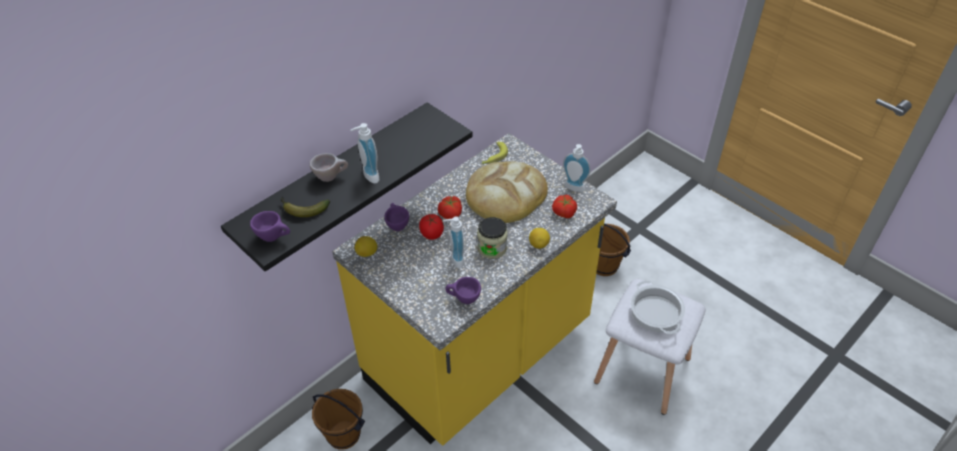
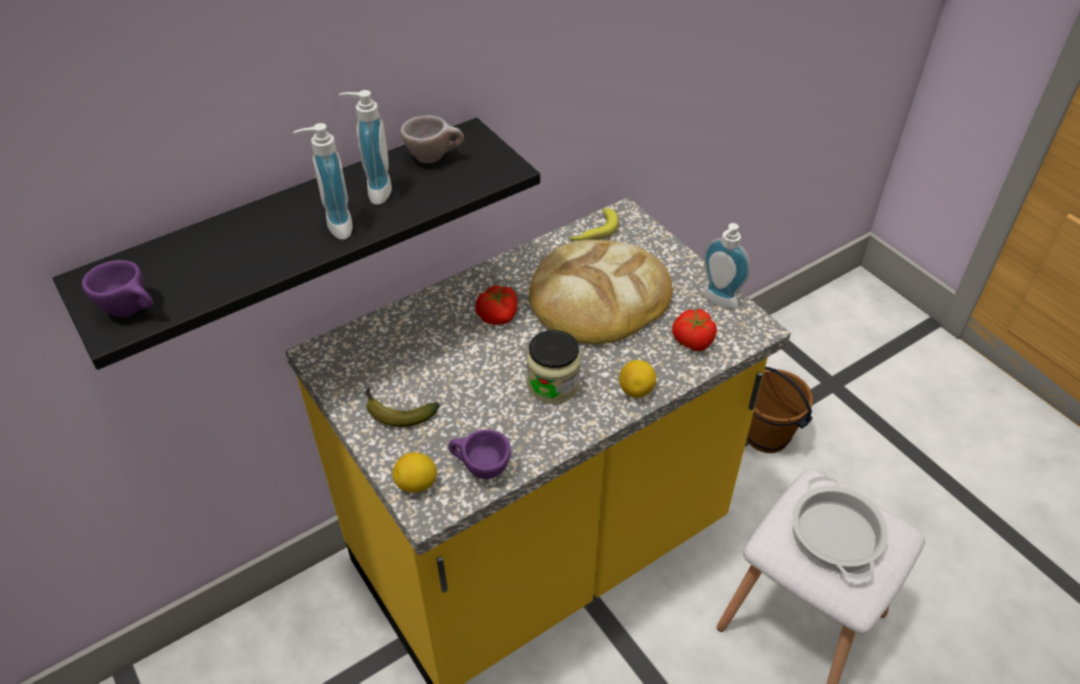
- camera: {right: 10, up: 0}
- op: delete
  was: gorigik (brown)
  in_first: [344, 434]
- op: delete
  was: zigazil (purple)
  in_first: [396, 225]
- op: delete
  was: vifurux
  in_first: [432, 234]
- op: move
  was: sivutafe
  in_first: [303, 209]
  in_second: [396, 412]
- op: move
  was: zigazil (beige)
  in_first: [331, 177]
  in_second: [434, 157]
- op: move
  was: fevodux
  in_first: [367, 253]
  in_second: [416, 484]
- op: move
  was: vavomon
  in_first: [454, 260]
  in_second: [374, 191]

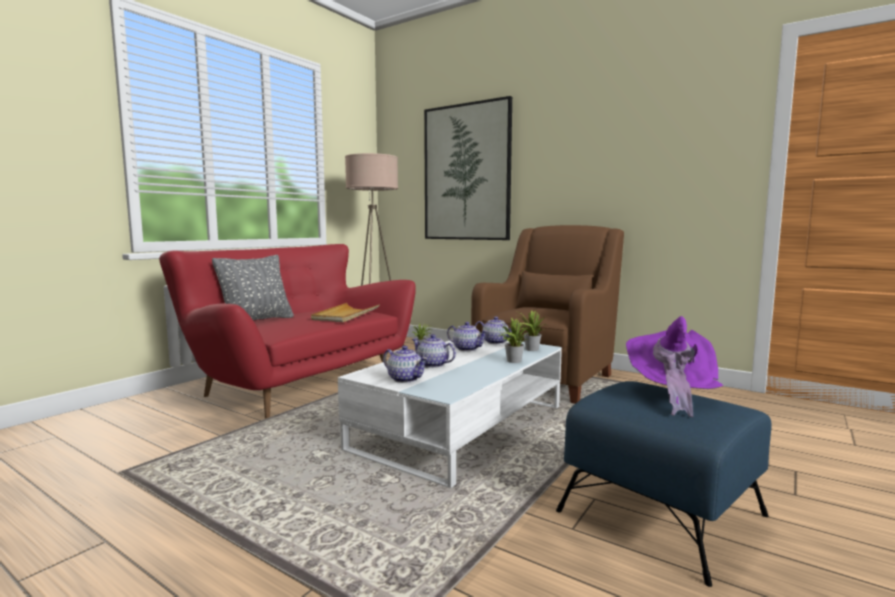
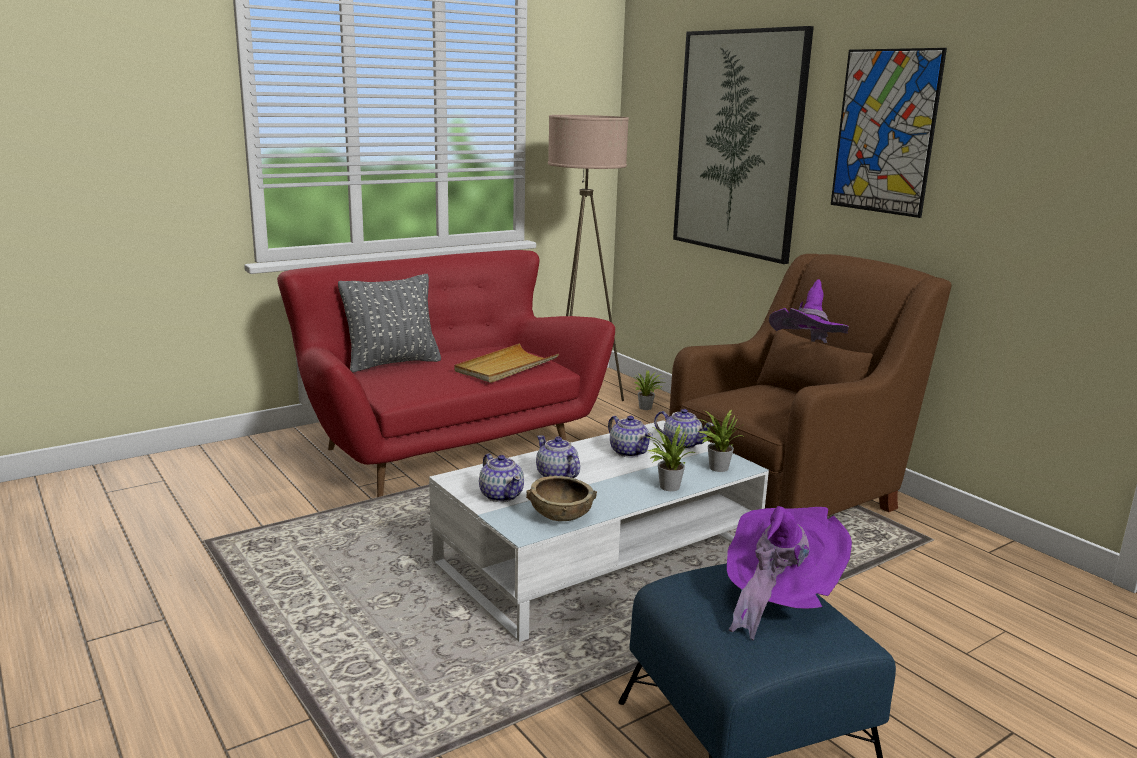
- camera: {right: 20, up: 10}
- op: insert
  now: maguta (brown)
  in_second: [560, 515]
- op: insert
  now: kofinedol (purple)
  in_second: [807, 354]
- op: insert
  now: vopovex
  in_second: [885, 132]

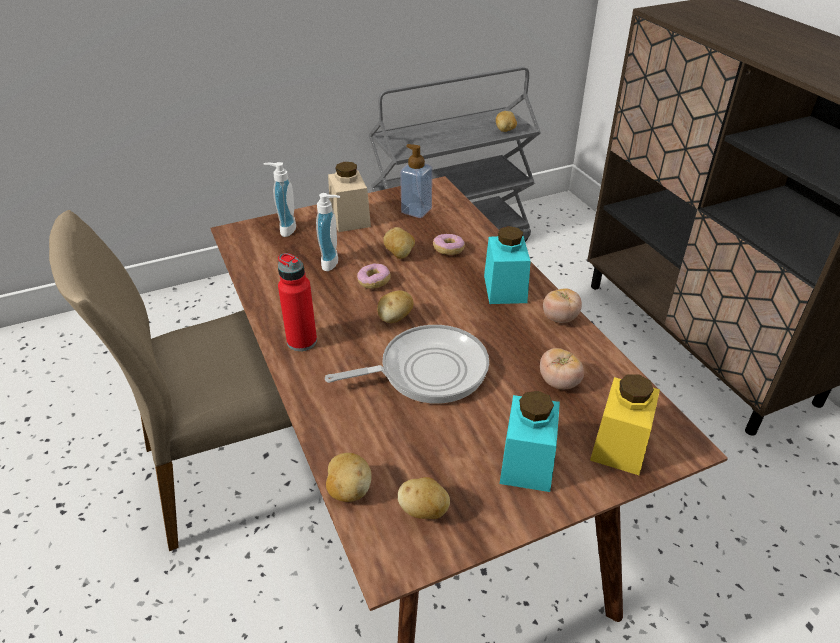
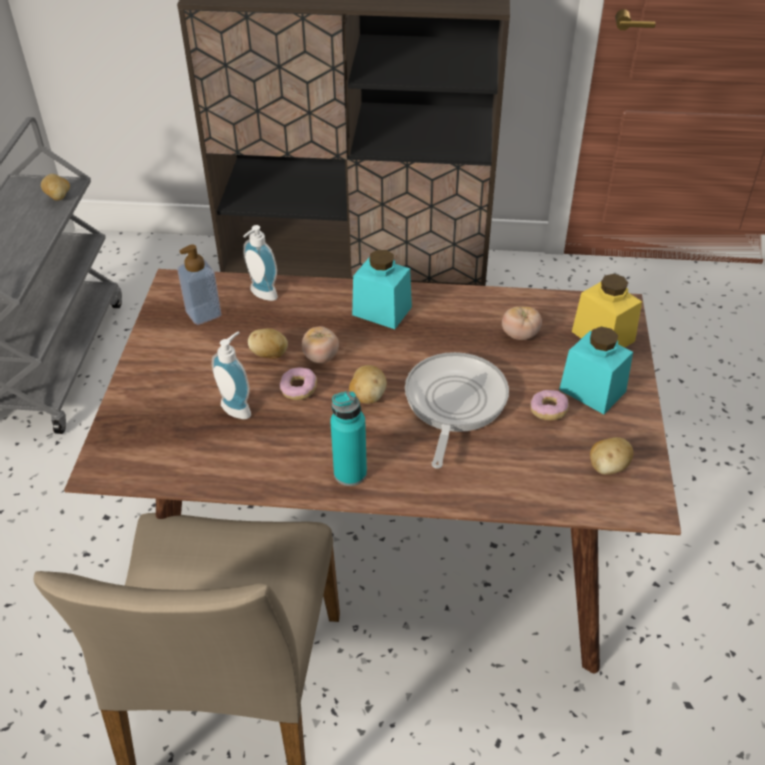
- camera: {right: -60, up: 5}
- op: delete
  was: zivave
  in_first: [348, 490]
- op: delete
  was: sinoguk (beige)
  in_first: [350, 219]
- op: move
  was: vavomon
  in_first: [284, 229]
  in_second: [261, 295]
- op: move
  was: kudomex
  in_first: [448, 250]
  in_second: [548, 411]
- op: move
  was: vifurux
  in_first: [560, 318]
  in_second: [321, 357]
- op: recolor
  was: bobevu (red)
  now: bobevu (turquoise)
  in_first: [302, 341]
  in_second: [350, 473]

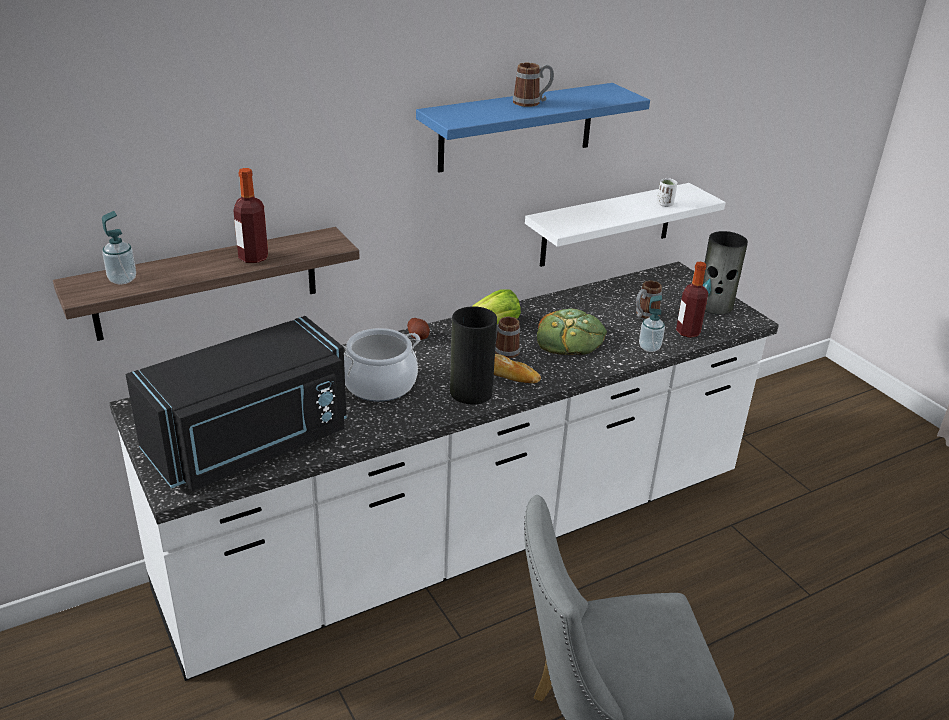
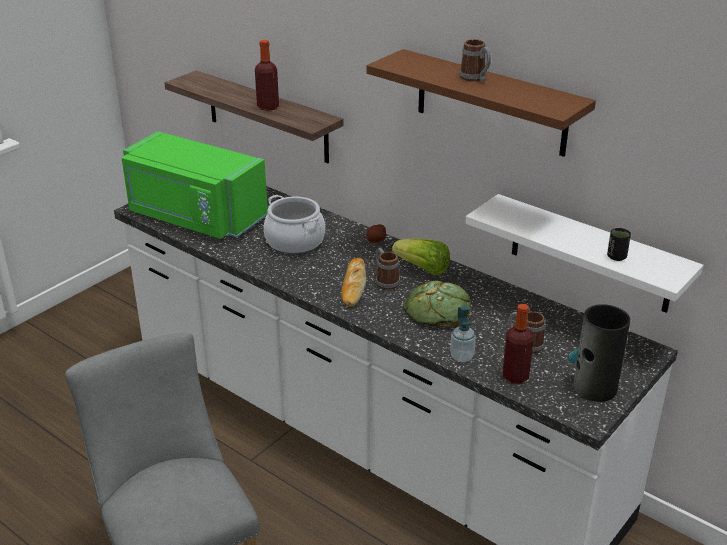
- camera: {right: 70, up: 0}
- op: delete
  was: vavomon
  in_first: [122, 279]
- op: delete
  was: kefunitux
  in_first: [470, 391]
- op: recolor
  was: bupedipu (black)
  now: bupedipu (green)
  in_first: [251, 443]
  in_second: [194, 217]
- op: recolor
  was: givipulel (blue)
  now: givipulel (brown)
  in_first: [517, 127]
  in_second: [491, 103]
- op: recolor
  was: zigazil (white)
  now: zigazil (black)
  in_first: [665, 204]
  in_second: [616, 257]

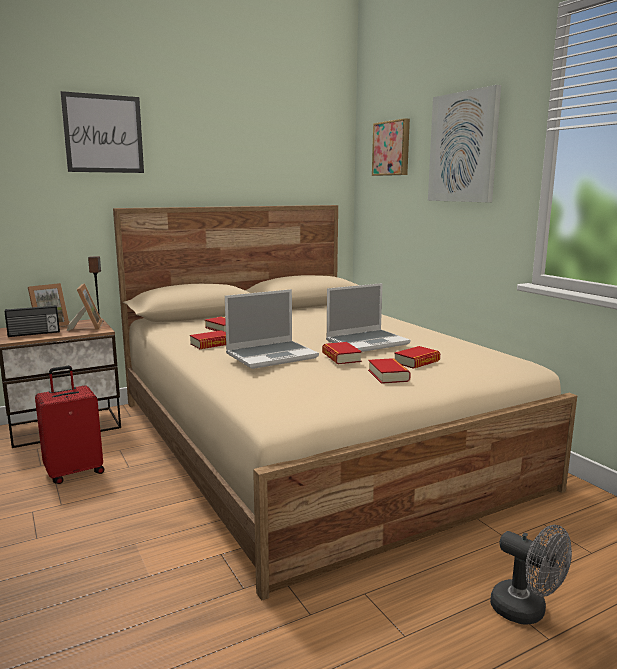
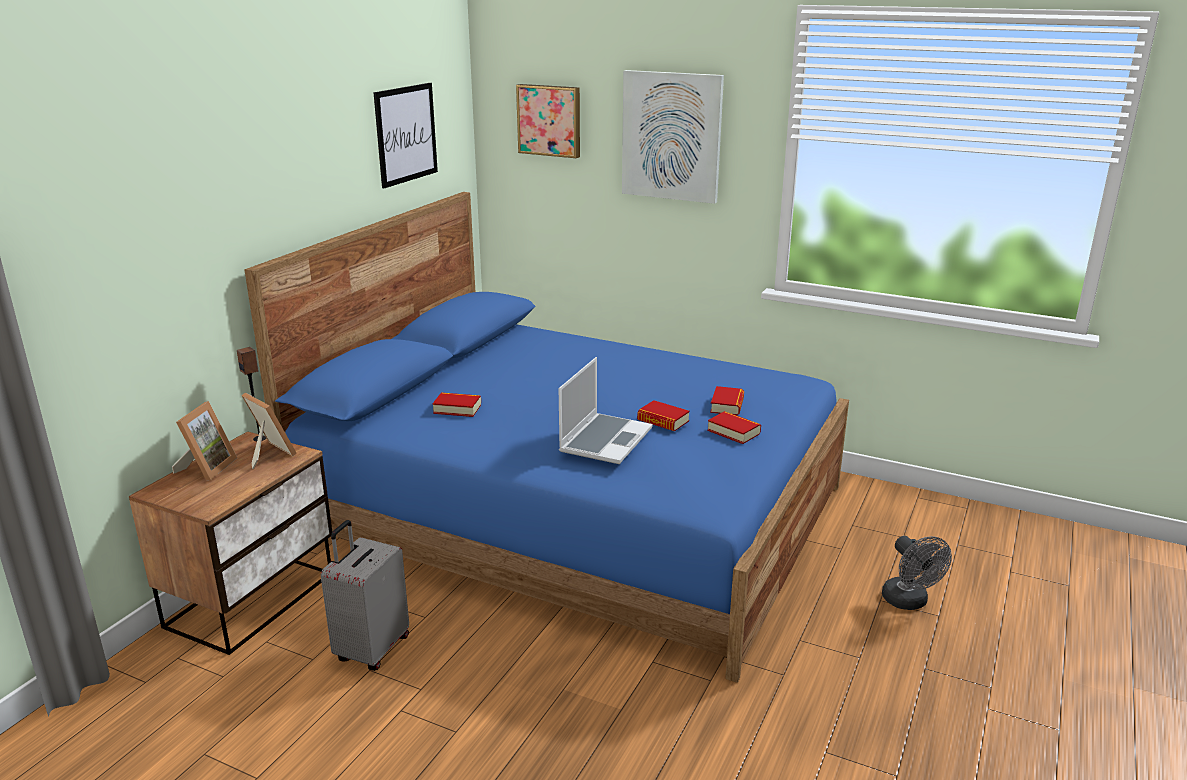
- camera: {right: -35, up: 10}
- op: delete
  was: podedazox
  in_first: [34, 333]
- op: delete
  was: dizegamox
  in_first: [211, 344]
- op: delete
  was: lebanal
  in_first: [367, 342]
- op: move
  was: vopovex
  in_first: [103, 134]
  in_second: [406, 134]
- op: recolor
  was: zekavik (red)
  now: zekavik (grey)
  in_first: [74, 472]
  in_second: [371, 649]
- op: recolor
  was: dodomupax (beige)
  now: dodomupax (blue)
  in_first: [311, 440]
  in_second: [574, 511]
- op: rotate
  was: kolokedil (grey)
  in_first: [526, 611]
  in_second: [909, 602]
  clockwise: 60

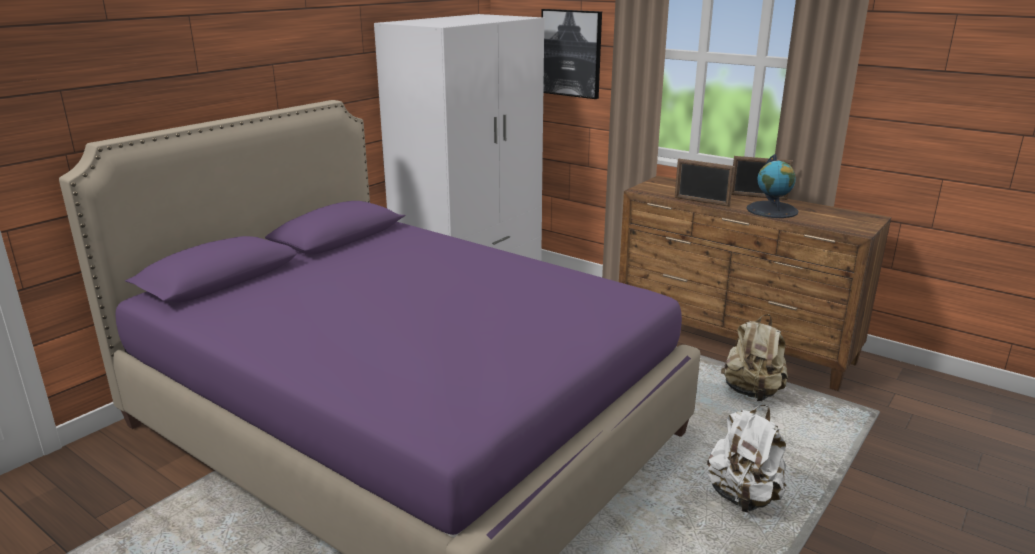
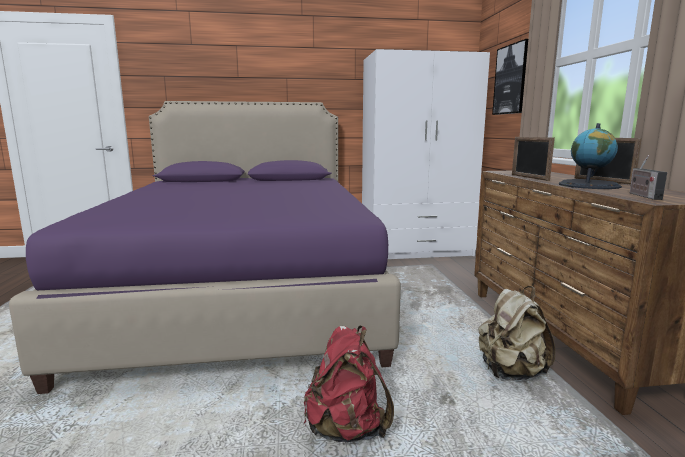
- camera: {right: 45, up: -10}
- op: insert
  now: podedazox
  in_second: [643, 196]
- op: recolor
  was: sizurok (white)
  now: sizurok (red)
  in_first: [743, 497]
  in_second: [346, 429]

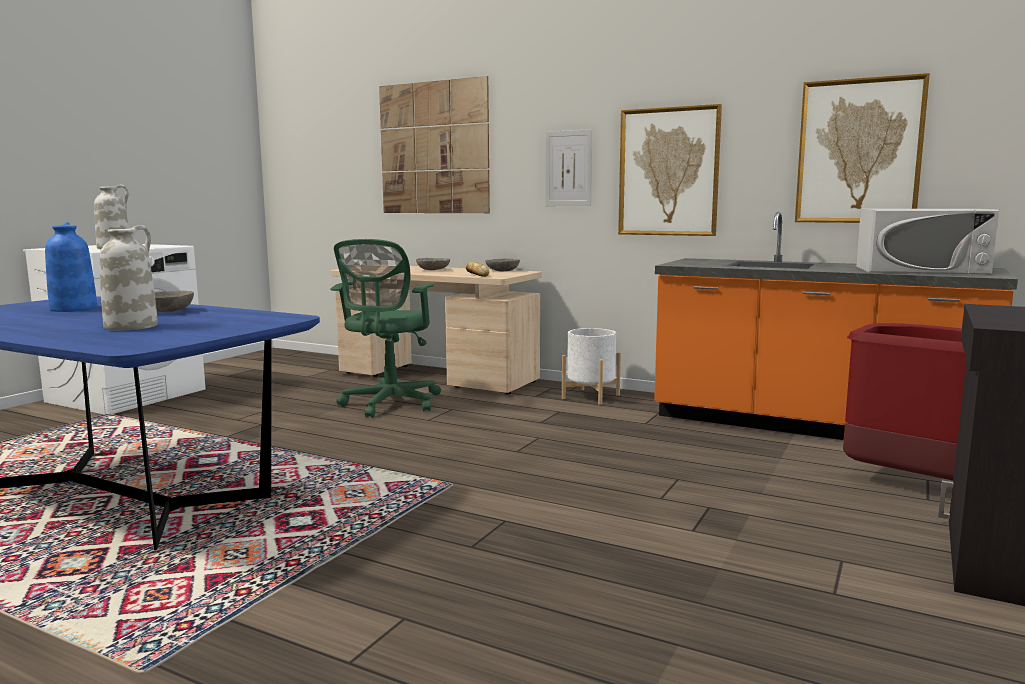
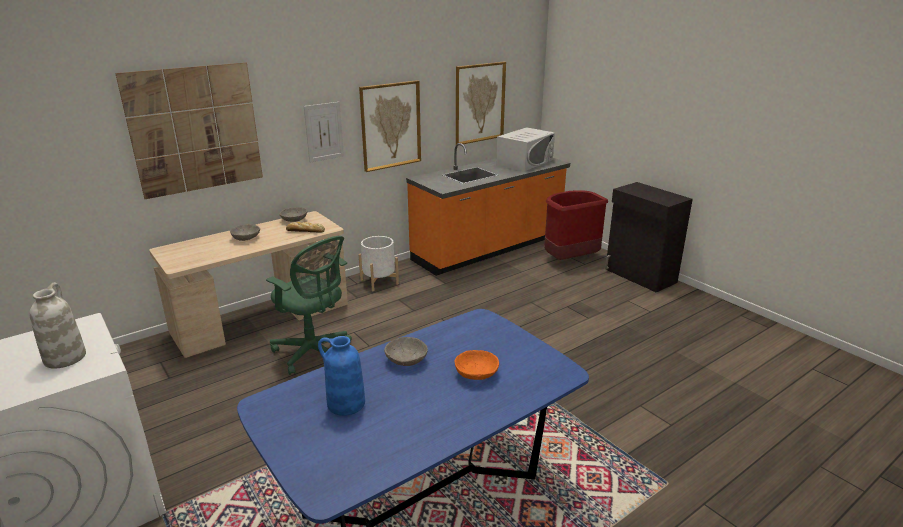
- camera: {right: -65, up: 15}
- op: replace
  was: kefunitux (white)
  now: maguta (orange)
  in_first: [131, 326]
  in_second: [476, 374]

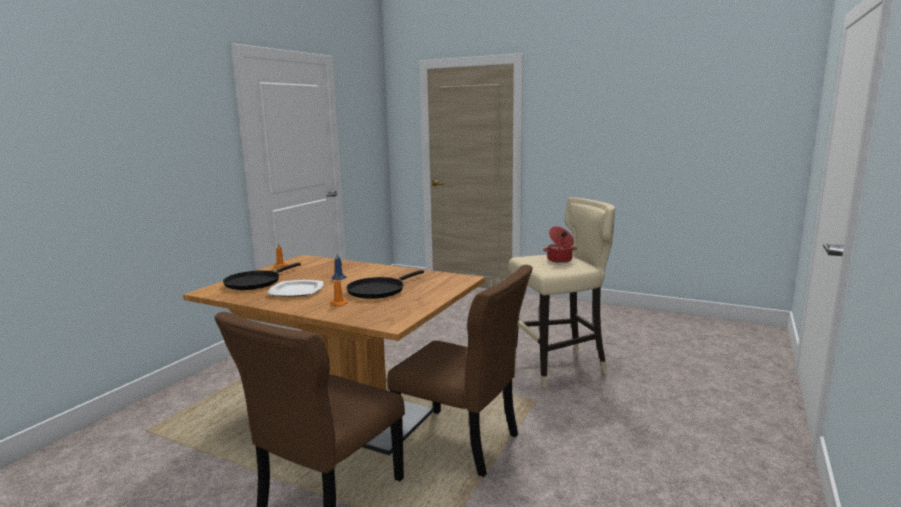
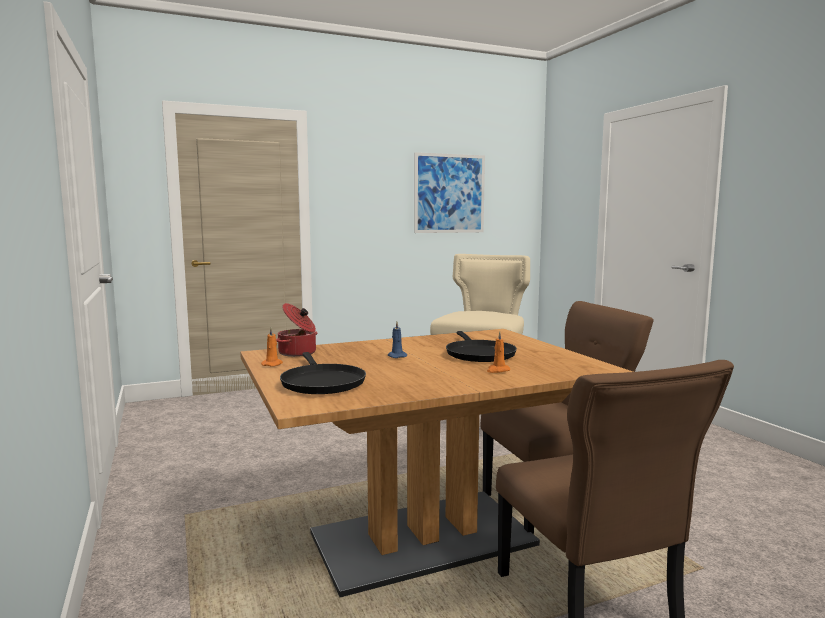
- camera: {right: -50, up: -5}
- op: delete
  was: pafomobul
  in_first: [296, 290]
- op: insert
  now: vopovex
  in_second: [449, 193]
- op: move
  was: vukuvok
  in_first: [559, 260]
  in_second: [298, 353]

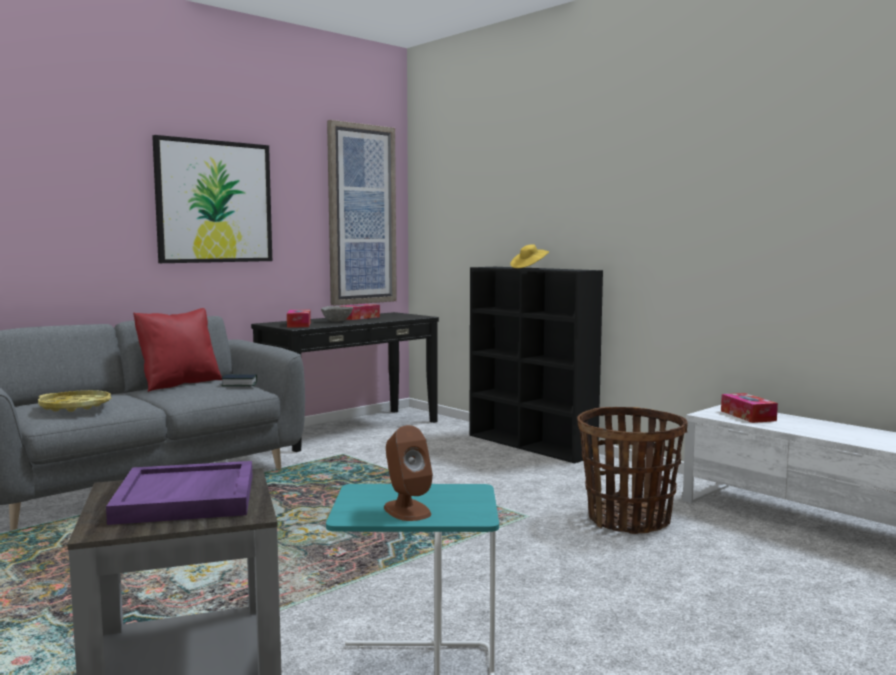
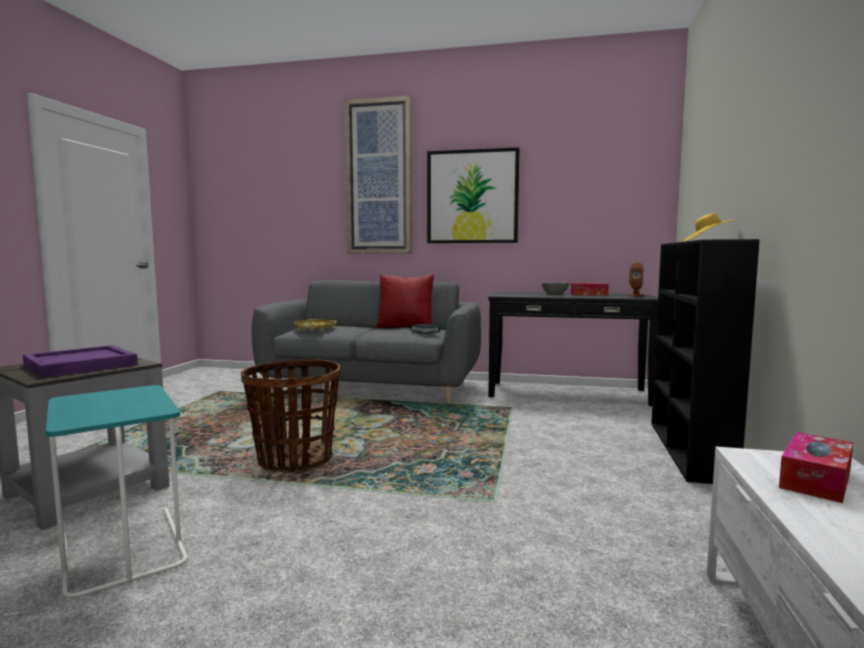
- camera: {right: 55, up: 0}
- op: delete
  was: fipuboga
  in_first: [299, 325]
- op: move
  was: vopovex
  in_first: [361, 215]
  in_second: [379, 177]
- op: move
  was: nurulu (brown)
  in_first: [407, 510]
  in_second: [635, 295]
- op: move
  was: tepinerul
  in_first: [629, 520]
  in_second: [294, 460]

